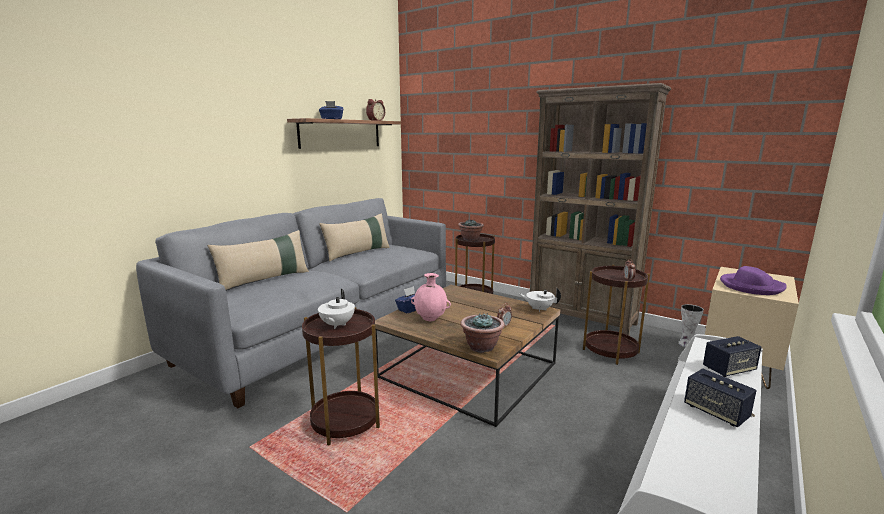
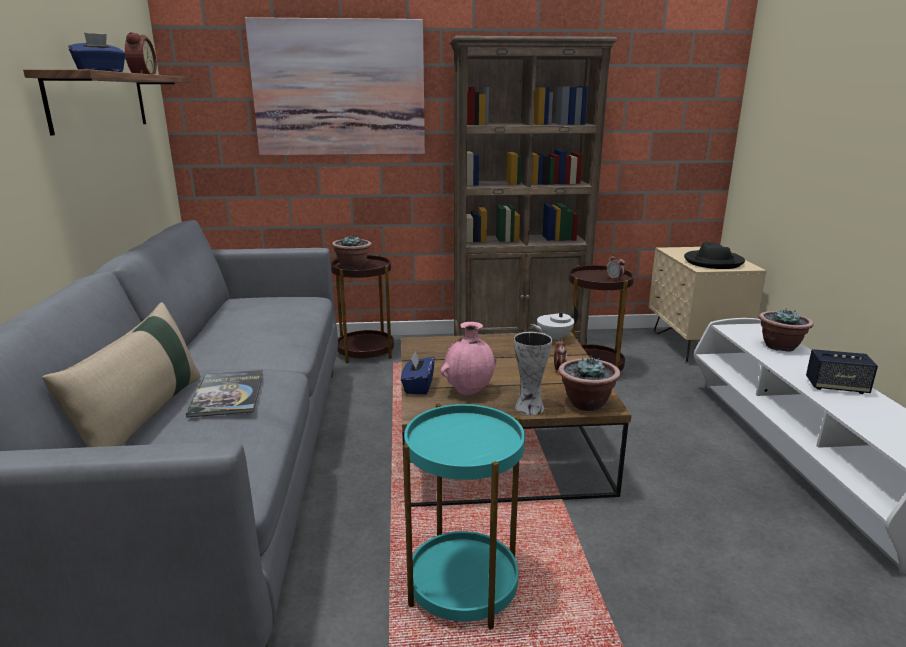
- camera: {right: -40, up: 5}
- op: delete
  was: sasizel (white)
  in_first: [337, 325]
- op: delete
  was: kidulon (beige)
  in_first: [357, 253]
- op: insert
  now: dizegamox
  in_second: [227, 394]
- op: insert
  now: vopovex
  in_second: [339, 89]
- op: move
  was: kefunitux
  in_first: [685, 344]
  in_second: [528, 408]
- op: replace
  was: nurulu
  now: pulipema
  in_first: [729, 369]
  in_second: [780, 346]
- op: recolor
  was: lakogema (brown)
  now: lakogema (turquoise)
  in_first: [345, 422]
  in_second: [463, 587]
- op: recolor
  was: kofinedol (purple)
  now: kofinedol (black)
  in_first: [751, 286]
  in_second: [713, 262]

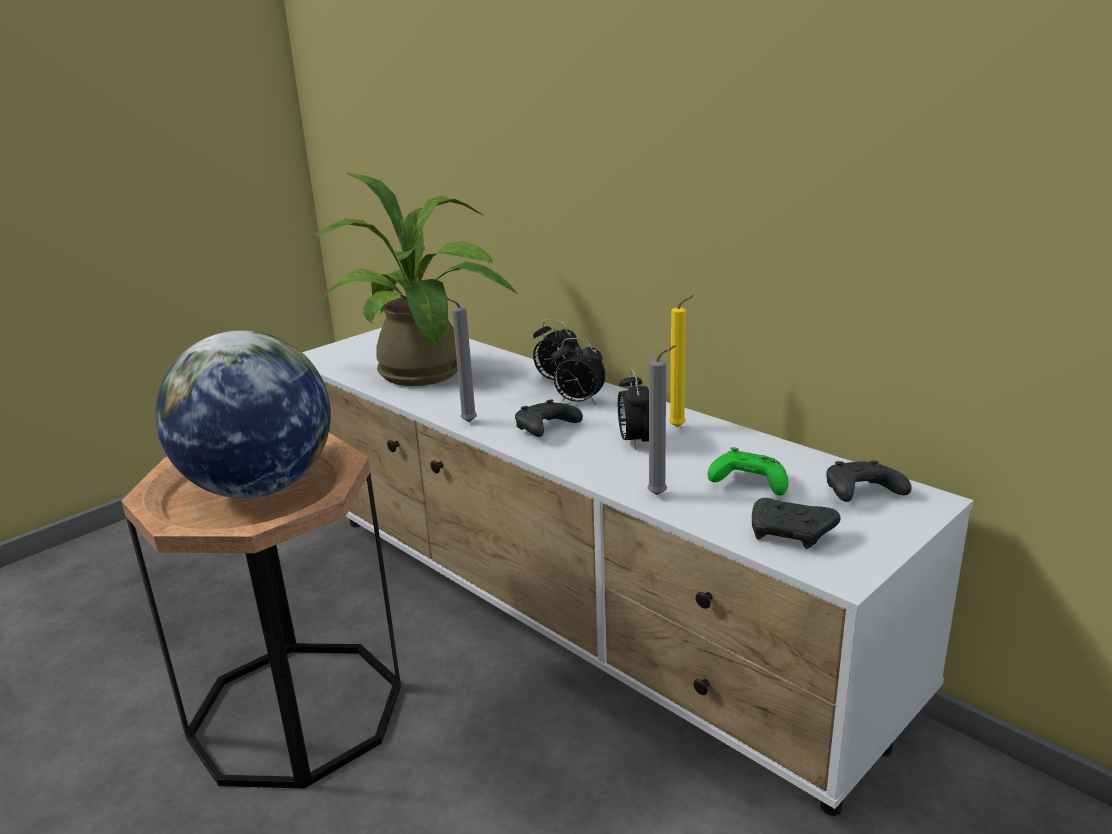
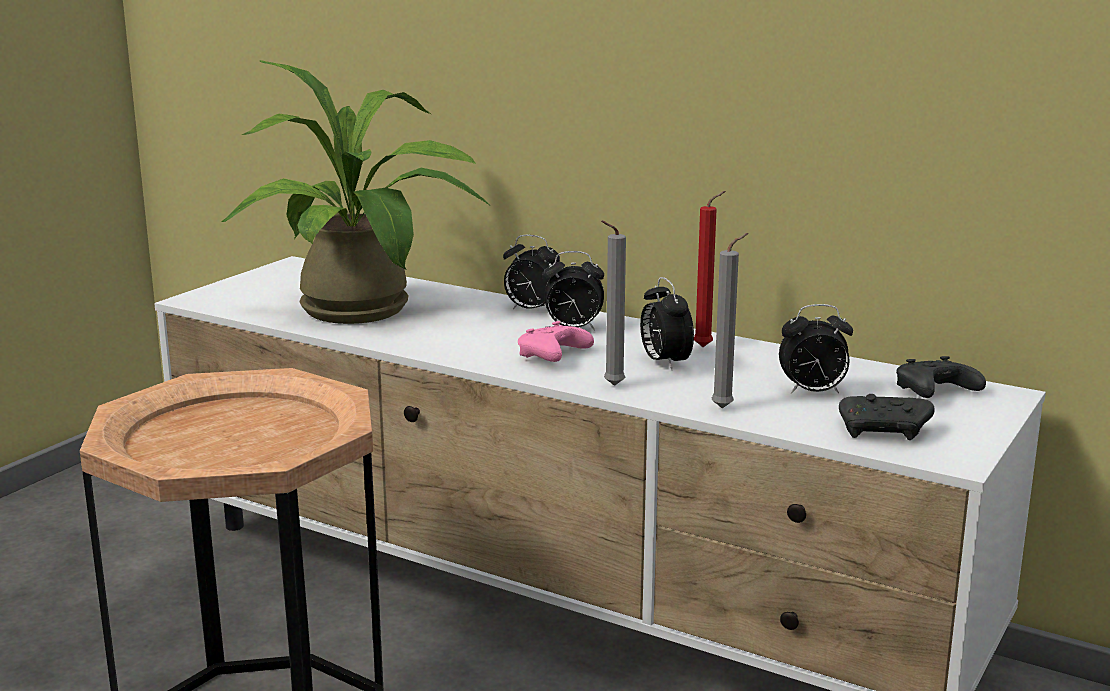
- camera: {right: -15, up: -5}
- op: delete
  was: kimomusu
  in_first: [259, 487]
- op: move
  was: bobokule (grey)
  in_first: [466, 422]
  in_second: [611, 386]
- op: replace
  was: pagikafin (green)
  now: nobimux
  in_first: [747, 484]
  in_second: [812, 392]
- op: recolor
  was: pagikafin (black)
  now: pagikafin (pink)
  in_first: [545, 430]
  in_second: [553, 357]
- op: recolor
  was: bobokule (yellow)
  now: bobokule (red)
  in_first: [680, 427]
  in_second: [706, 347]

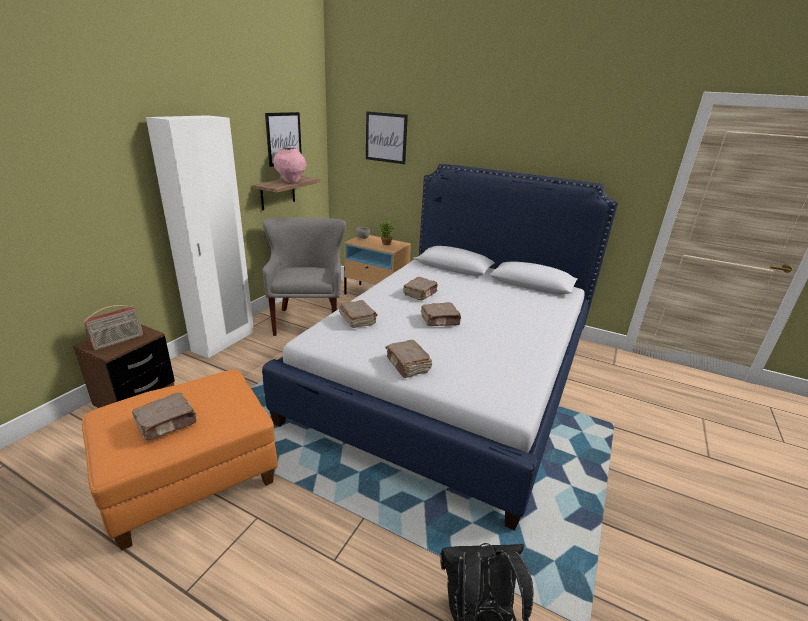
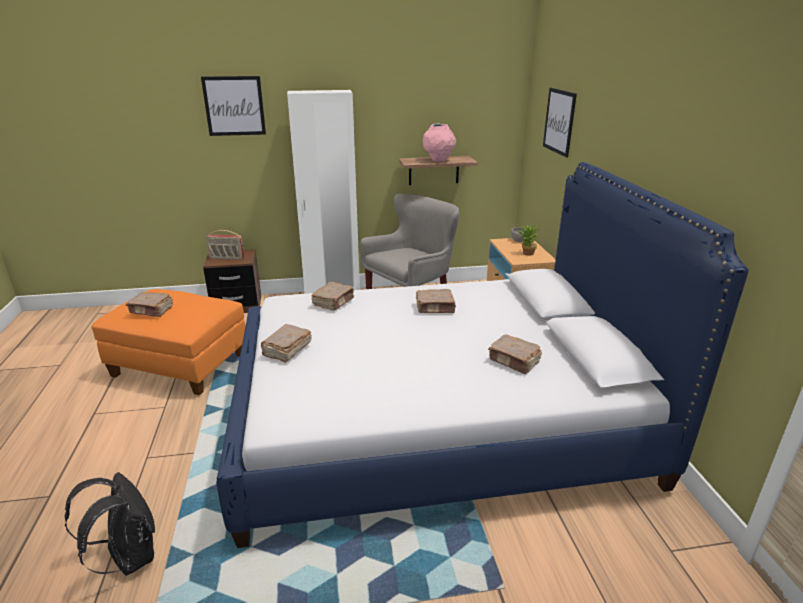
- camera: {right: 55, up: 0}
- op: move
  was: vopovex
  in_first: [284, 138]
  in_second: [234, 106]
- op: move
  was: dizegamox (brown)
  in_first: [440, 321]
  in_second: [514, 361]

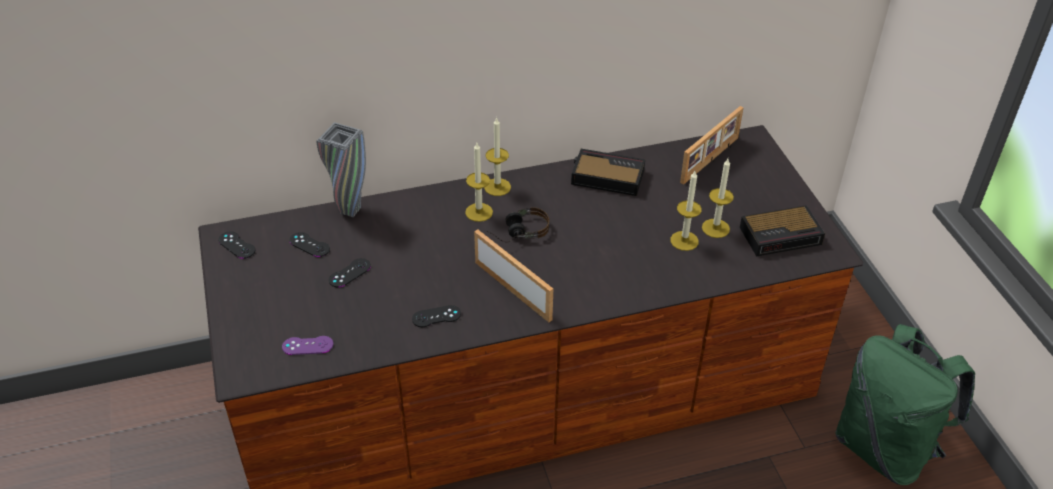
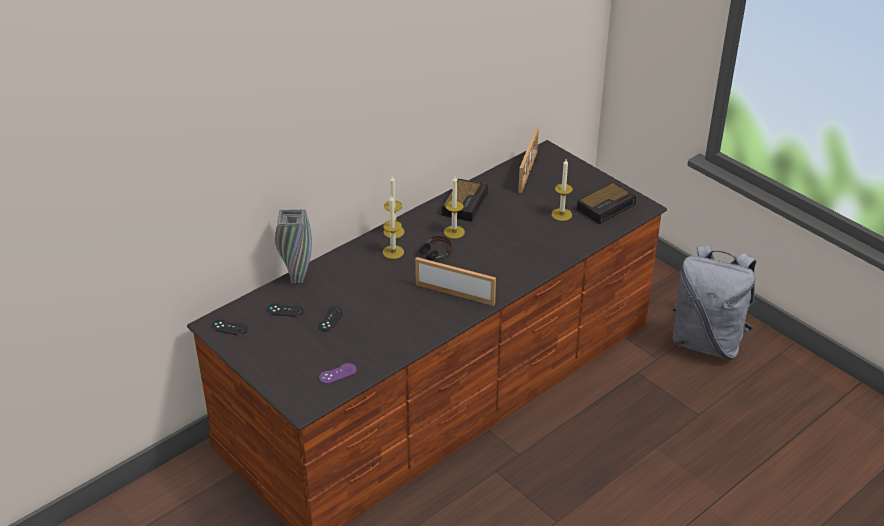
- camera: {right: -25, up: -5}
- op: delete
  was: pagikafin (black)
  in_first: [436, 316]
- op: move
  was: bobokule
  in_first: [684, 241]
  in_second: [454, 232]
- op: recolor
  was: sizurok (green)
  now: sizurok (grey)
  in_first: [885, 449]
  in_second: [707, 342]
- op: rotate
  was: nobimux
  in_first: [606, 177]
  in_second: [465, 203]
  clockwise: 120

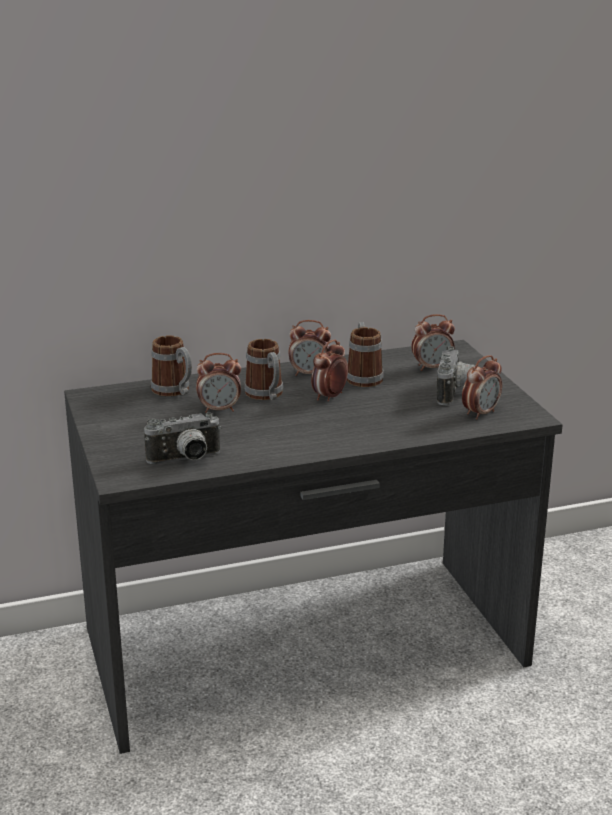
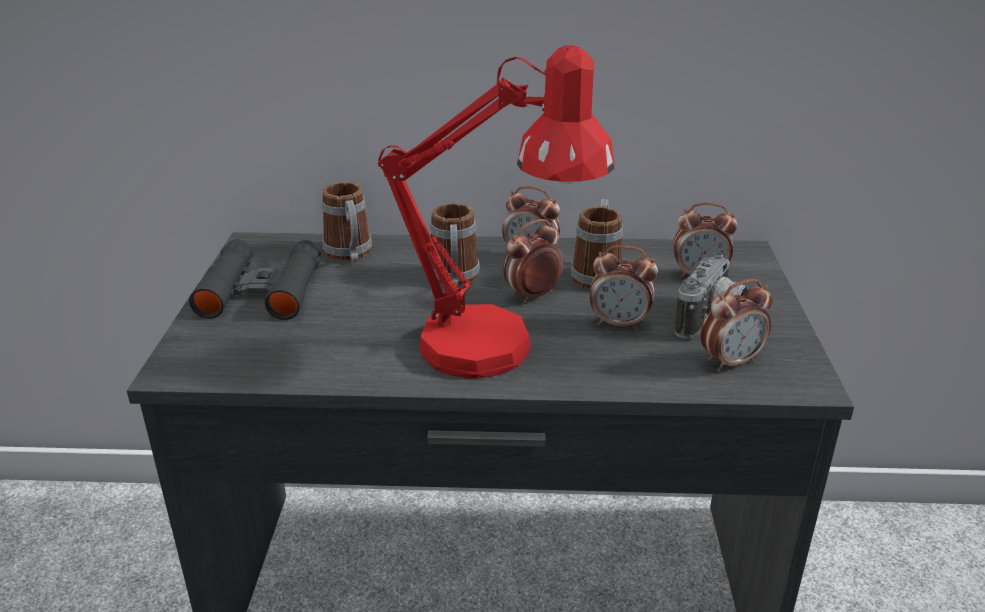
- camera: {right: 20, up: 5}
- op: delete
  was: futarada
  in_first: [186, 460]
- op: insert
  now: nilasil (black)
  in_second: [261, 291]
- op: insert
  now: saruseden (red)
  in_second: [499, 351]
- op: move
  was: nobimux
  in_first: [219, 409]
  in_second: [619, 323]

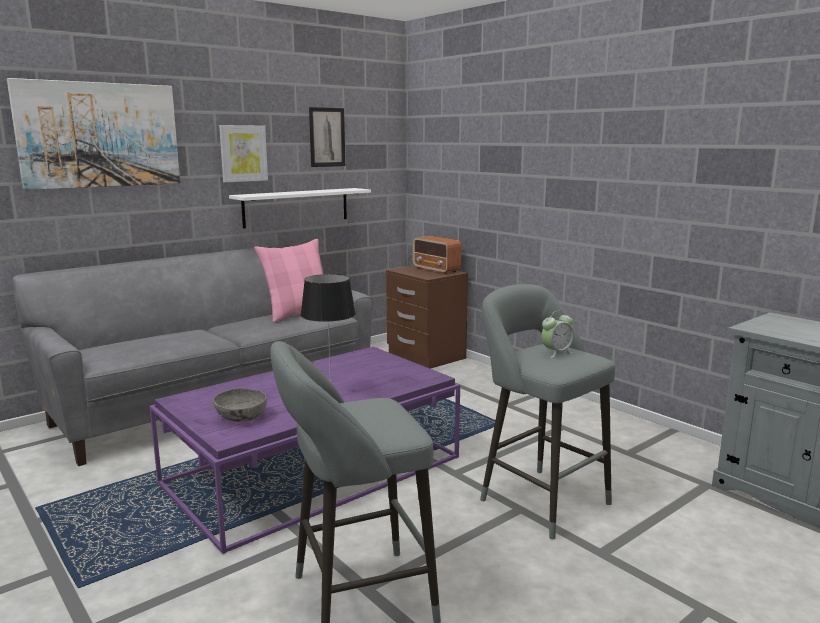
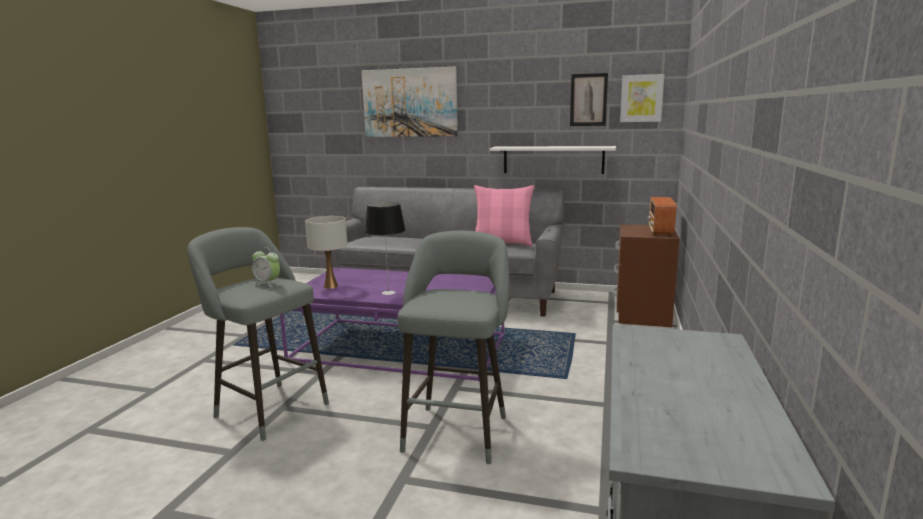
- camera: {right: 55, up: 0}
- op: move
  was: vopovex
  in_first: [243, 153]
  in_second: [641, 98]
- op: move
  was: nobimux
  in_first: [556, 353]
  in_second: [267, 283]
- op: replace
  was: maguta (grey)
  now: saruseden (white)
  in_first: [241, 417]
  in_second: [330, 286]

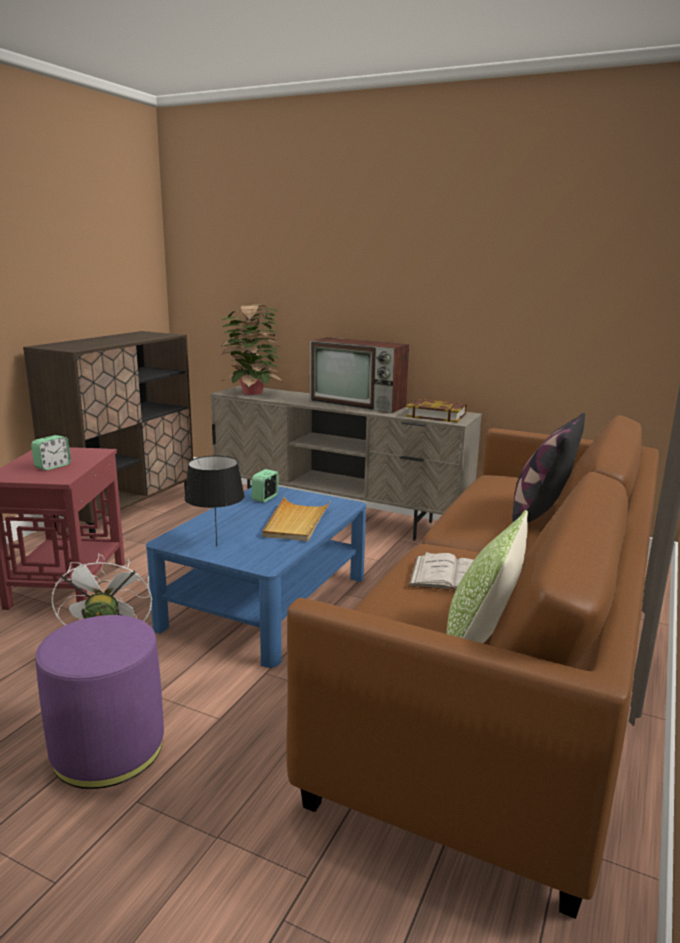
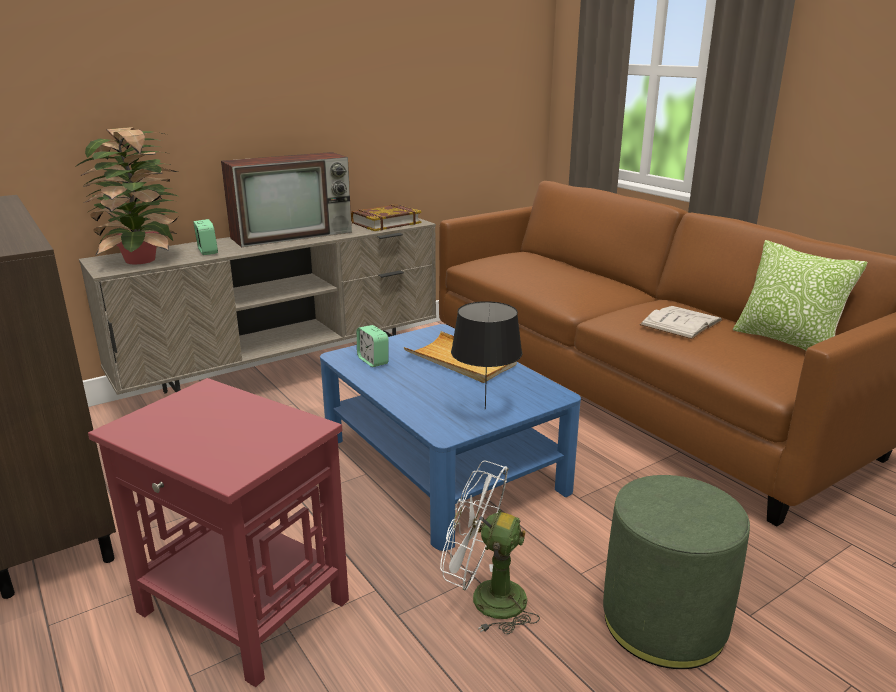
- camera: {right: -60, up: 5}
- op: delete
  was: kidulon
  in_first: [540, 514]
- op: move
  was: nobimux
  in_first: [52, 466]
  in_second: [207, 251]
- op: recolor
  was: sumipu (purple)
  now: sumipu (green)
  in_first: [108, 749]
  in_second: [664, 622]

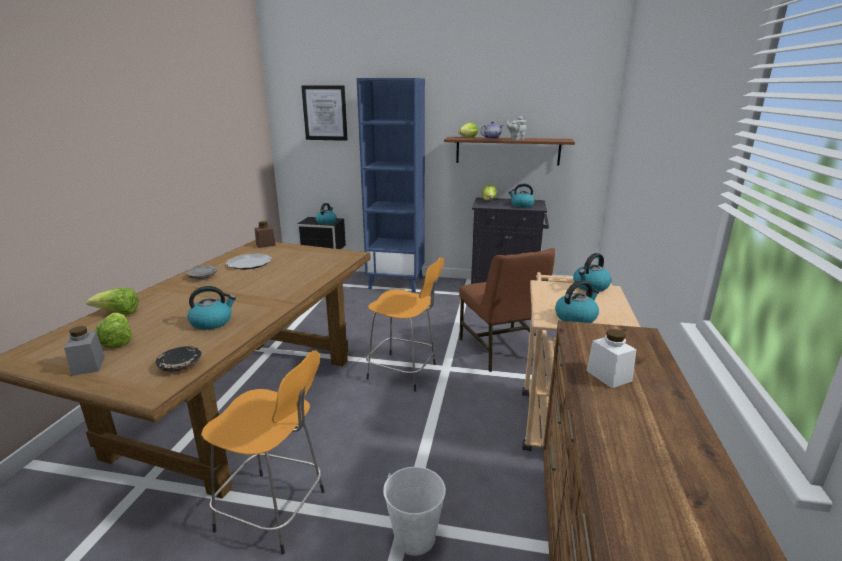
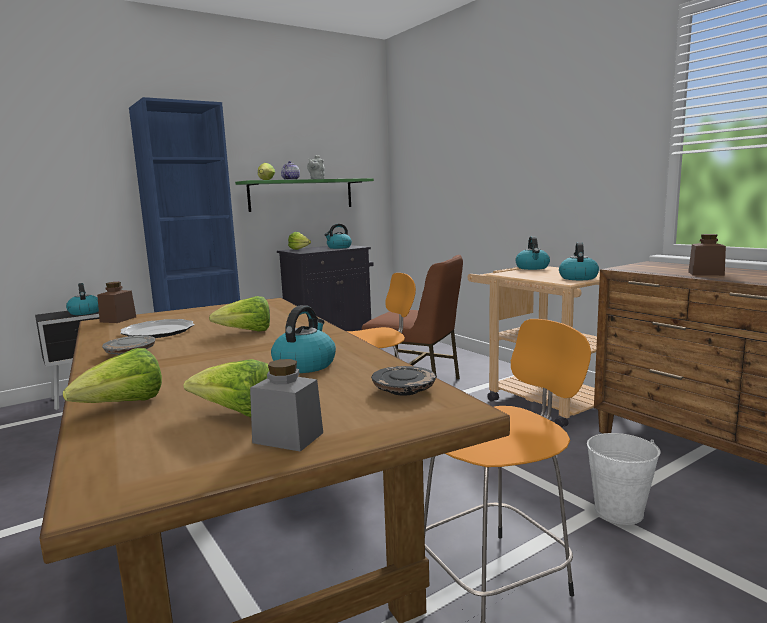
- camera: {right: -45, up: -10}
- op: delete
  was: vopovex
  in_first: [325, 113]
- op: insert
  now: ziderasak
  in_second: [247, 332]
- op: recolor
  was: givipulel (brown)
  now: givipulel (green)
  in_first: [507, 150]
  in_second: [301, 195]
- op: recolor
  was: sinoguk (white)
  now: sinoguk (brown)
  in_first: [608, 376]
  in_second: [706, 273]

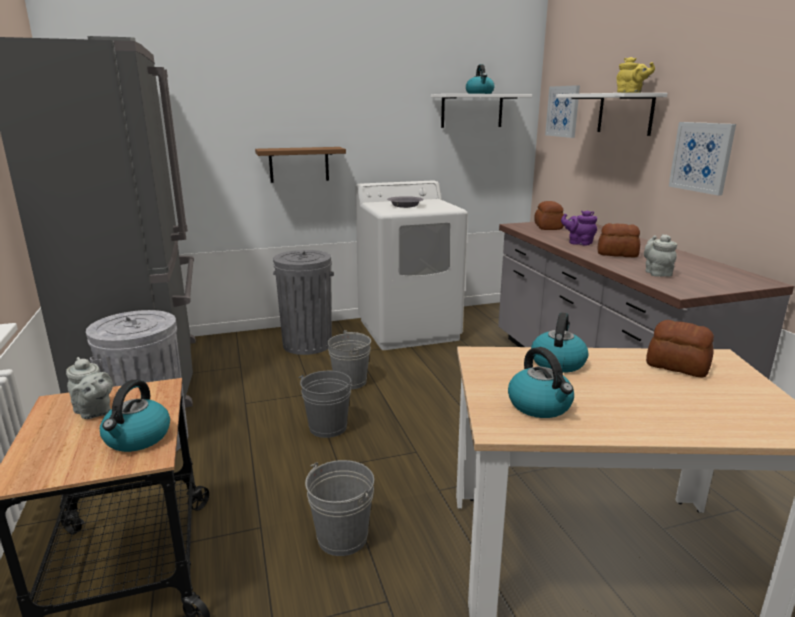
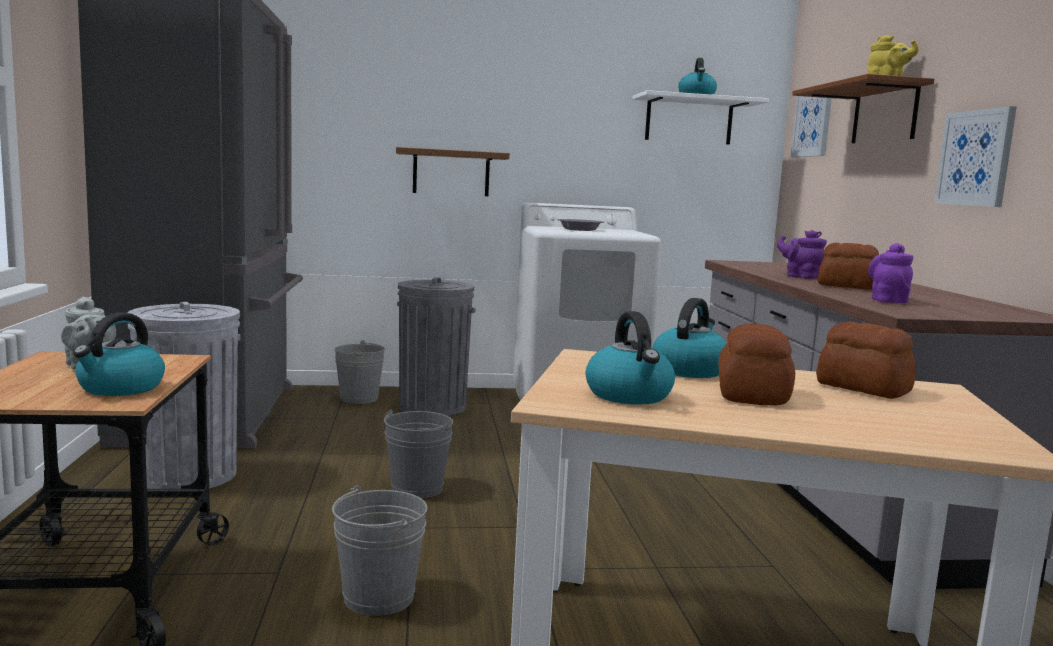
- camera: {right: 10, up: -10}
- op: move
  was: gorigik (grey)
  in_first: [350, 382]
  in_second: [359, 398]
- op: move
  was: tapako
  in_first: [548, 227]
  in_second: [751, 395]
- op: recolor
  was: givipulel (white)
  now: givipulel (brown)
  in_first: [625, 113]
  in_second: [884, 114]
- op: recolor
  was: sasizel (grey)
  now: sasizel (purple)
  in_first: [657, 273]
  in_second: [888, 300]

